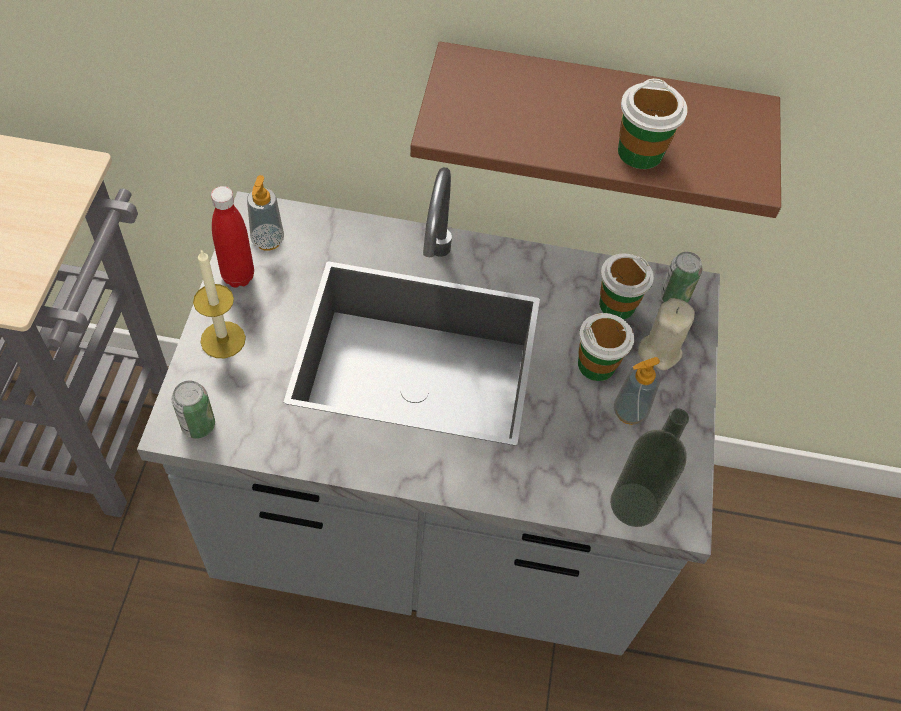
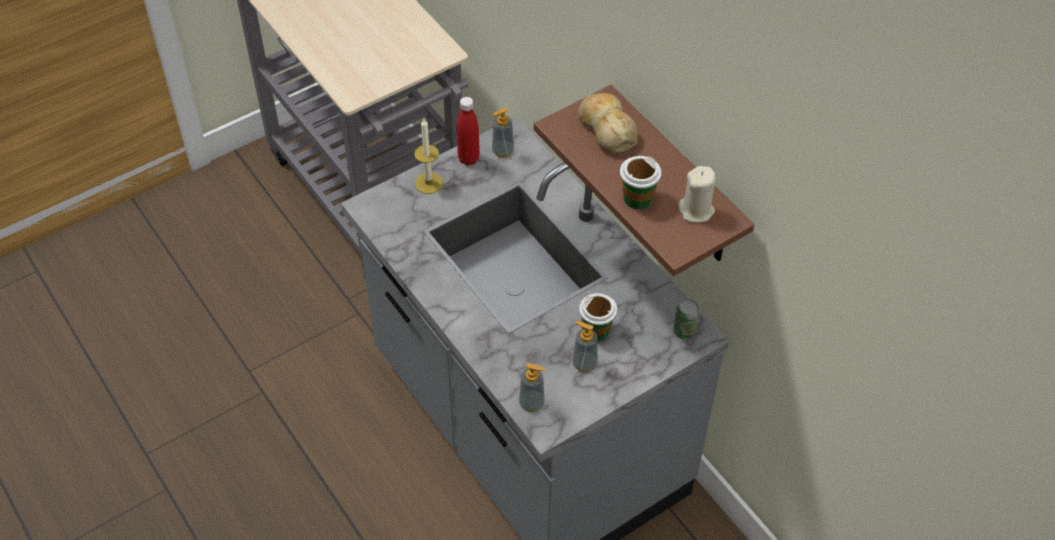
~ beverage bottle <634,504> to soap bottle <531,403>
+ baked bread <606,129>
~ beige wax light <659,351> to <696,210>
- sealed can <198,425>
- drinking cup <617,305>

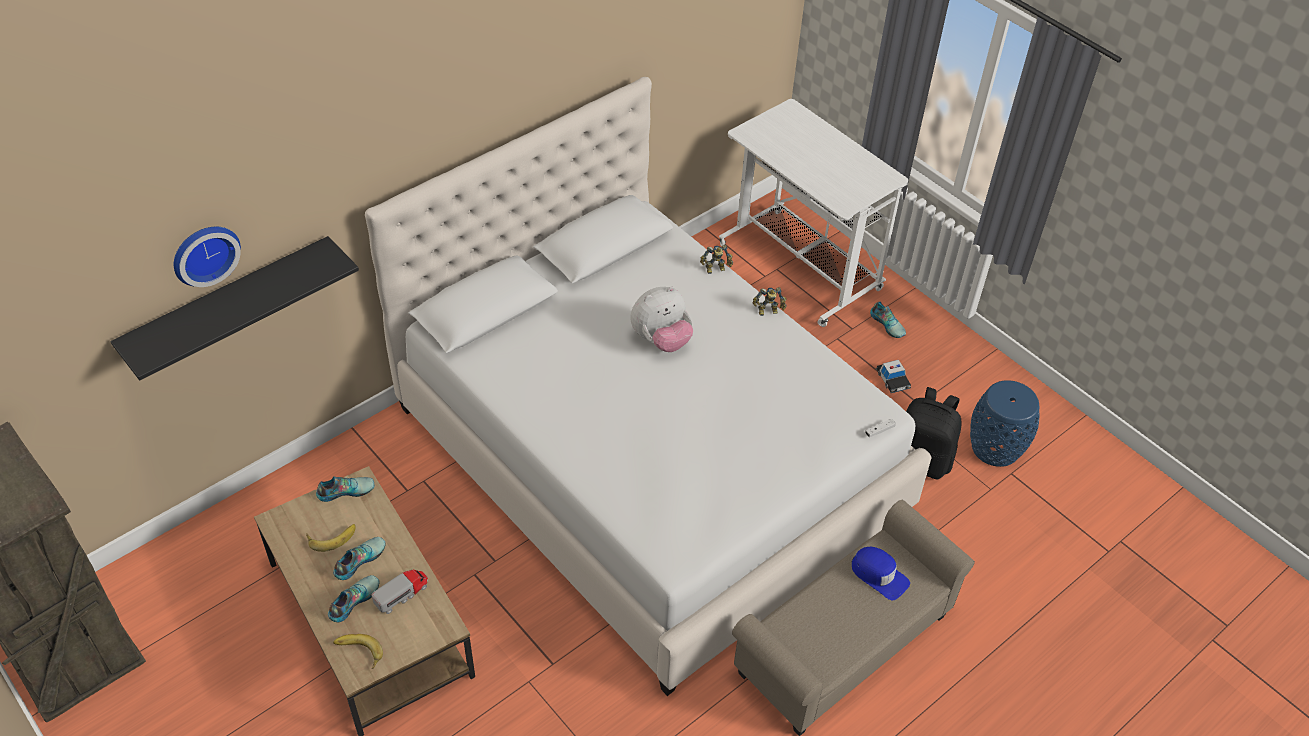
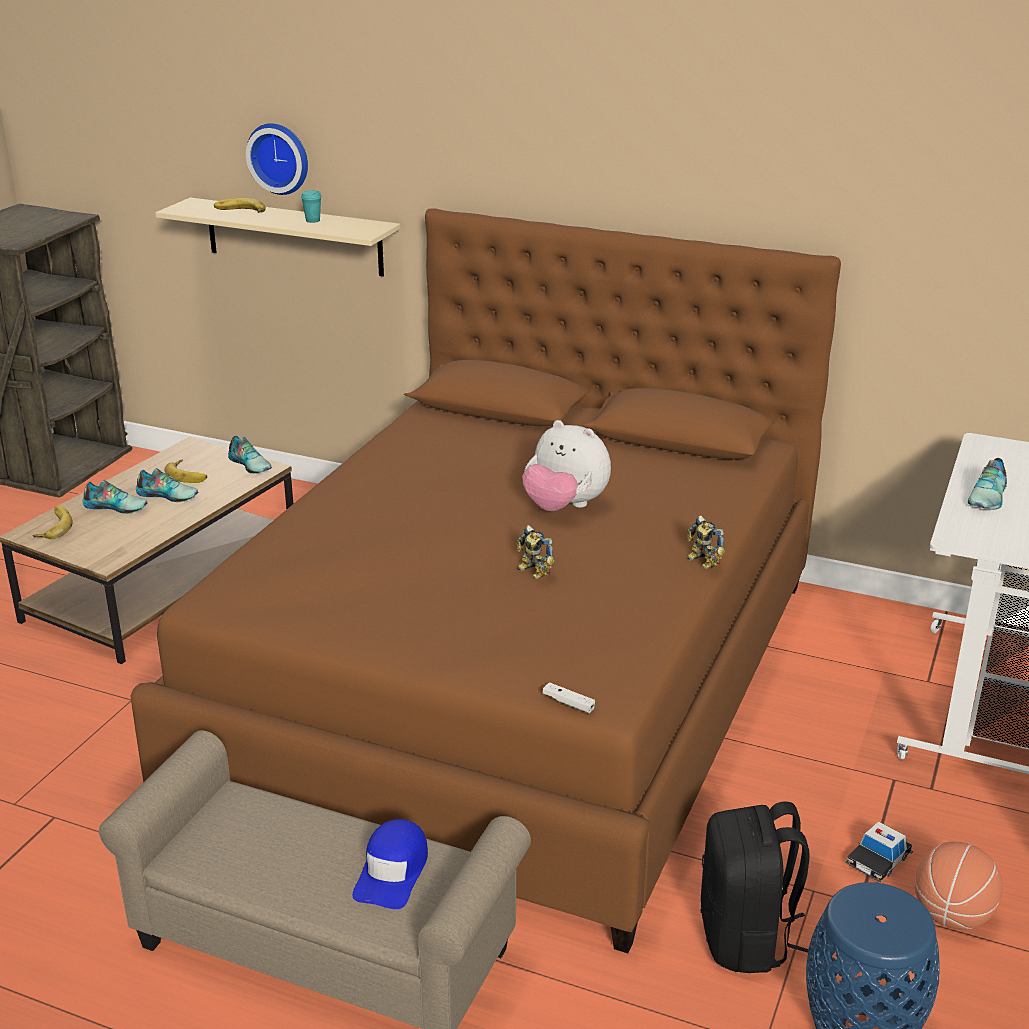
~ white-coloured bedroom bed <649,458> to brown bedroom bed <515,684>
~ black shelf <229,305> to beige shelf <294,237>
+ whole banana <240,212>
+ turquoise drinking cup <313,220>
~ toy robot <716,269> to <532,572>
+ ball for basketball <951,916>
~ shoe <888,324> to <989,497>
- toy truck <402,594>

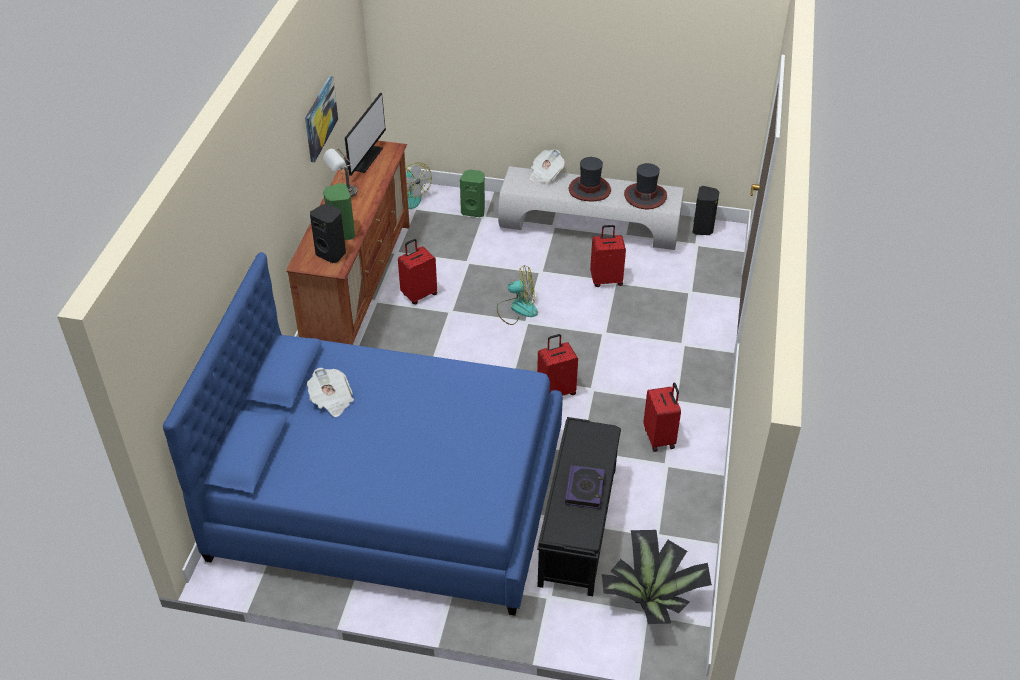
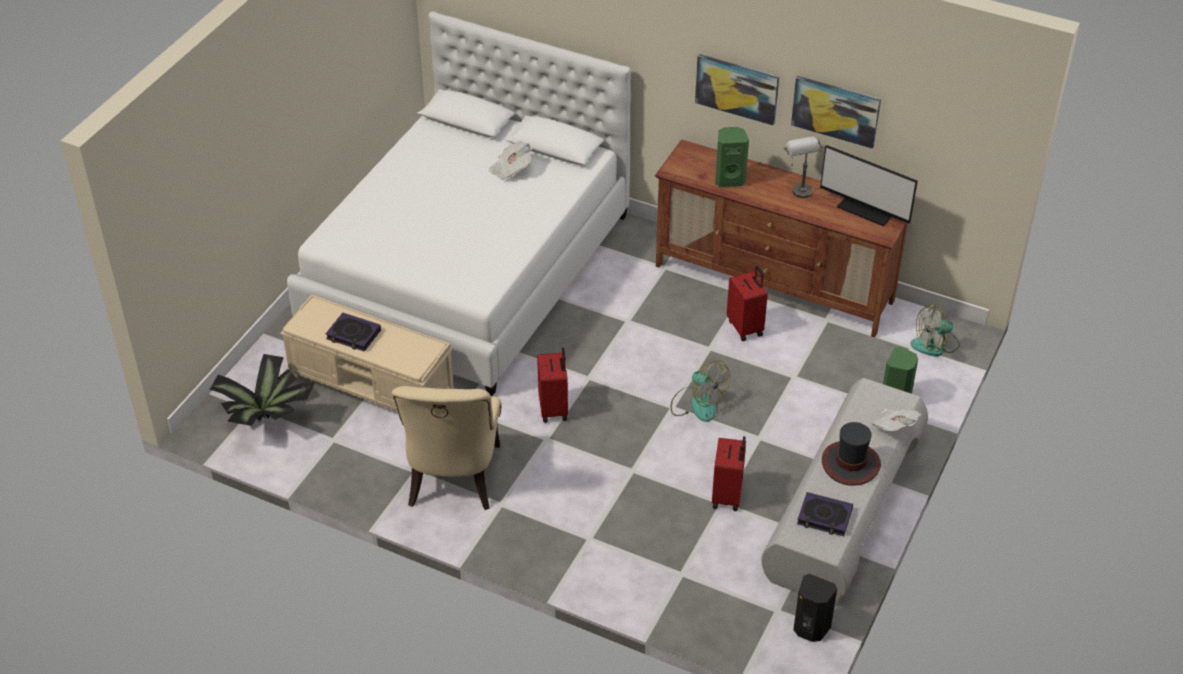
~ black bench <578,524> to beige bench <373,386>
~ blue bedroom bed <389,494> to white-coloured bedroom bed <467,269>
~ red travel case <660,438> to beige easy chair <453,476>
~ electric fan <517,309> = <697,404> 60 degrees counterclockwise
+ picture <737,88>
~ clothing hat <645,196> to bound book <824,517>
- black audio speaker <332,253>

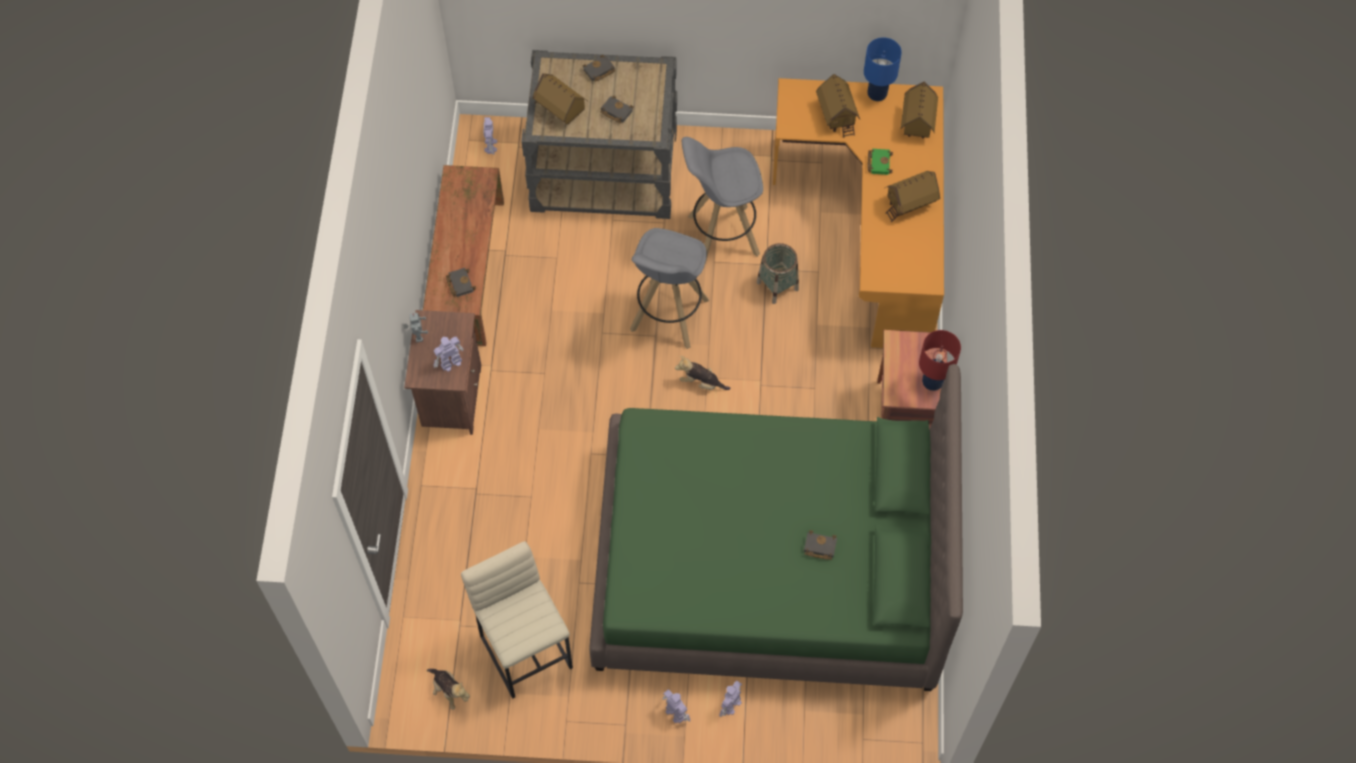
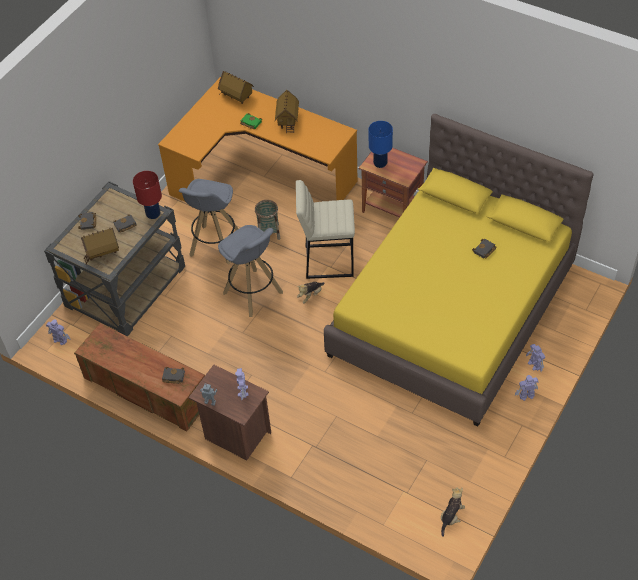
~ red lamp for a table <932,382> to <153,214>
~ beige sitting stool <525,649> to <327,261>
~ green bedroom bed <768,565> to yellow-coloured bedroom bed <452,310>
~ blue lamp for a table <877,95> to <380,164>
~ soft toy <449,691> = <451,516> 45 degrees counterclockwise
- toy house <837,116>

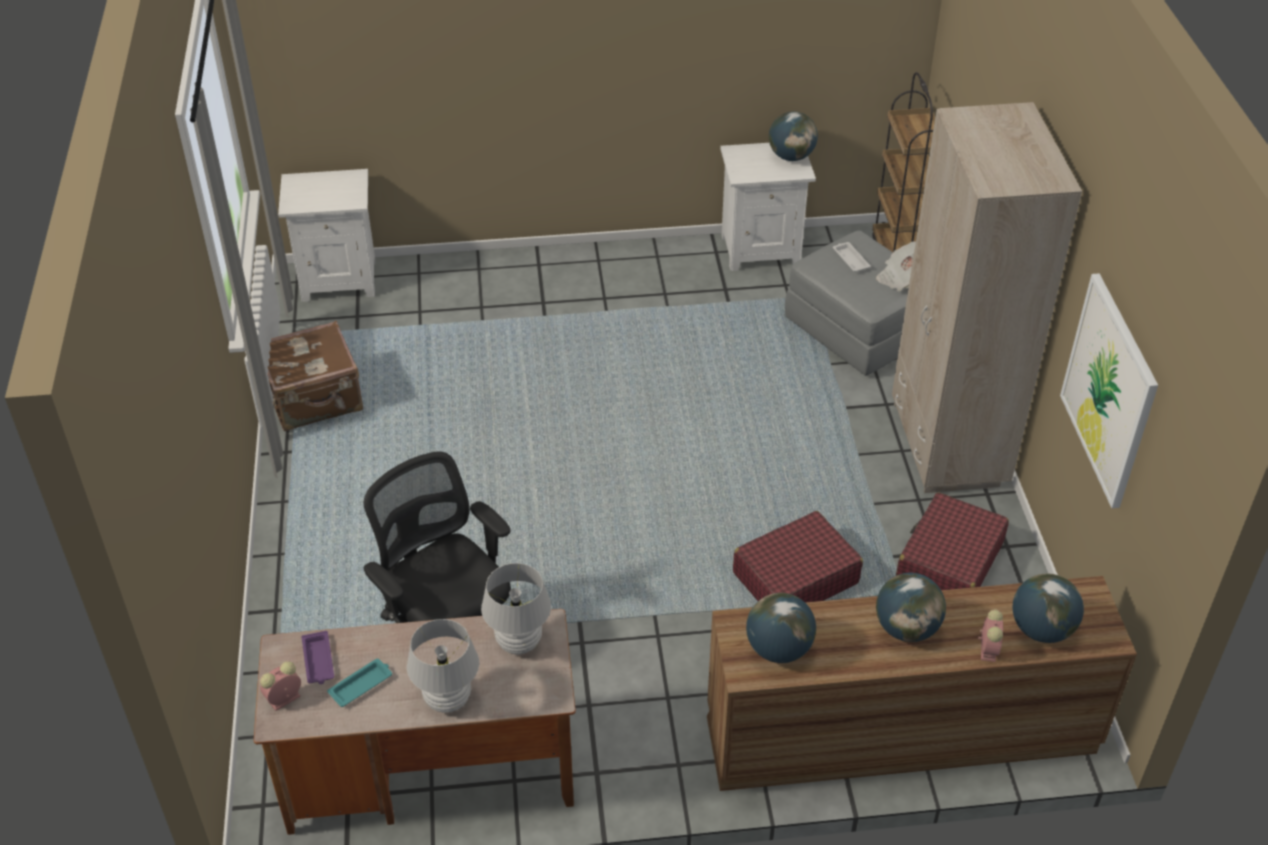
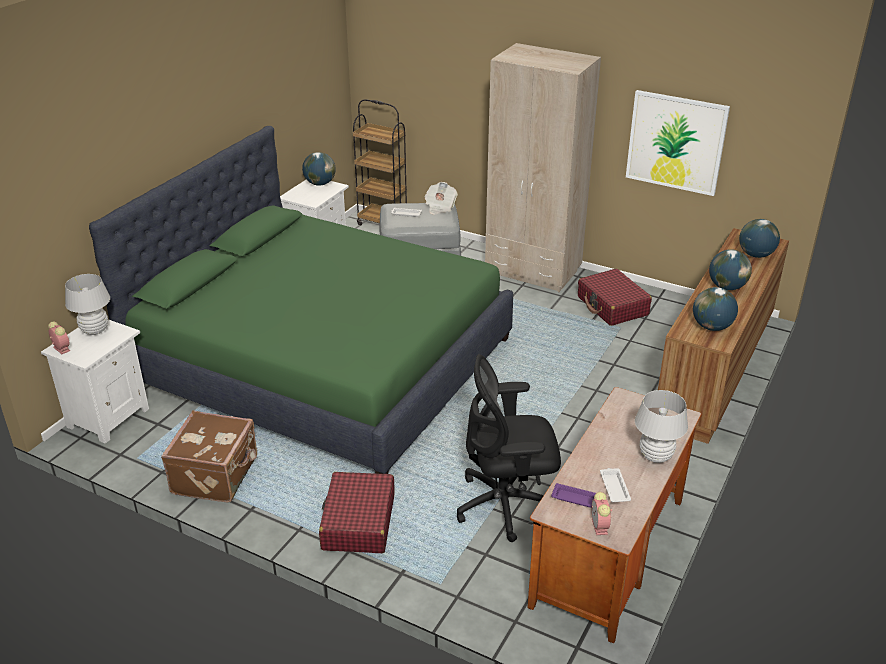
~ alarm clock <988,648> to <61,348>
~ white-coloured lamp for a table <519,643> to <95,330>
+ green bedroom bed <323,361>
~ red travel case <795,578> to <358,522>
~ turquoise carrying tray <361,685> to white-coloured carrying tray <614,487>

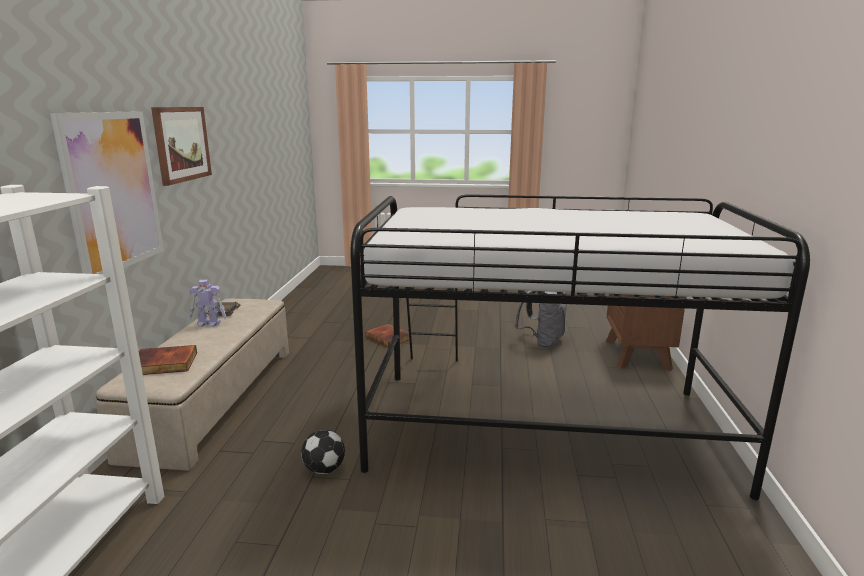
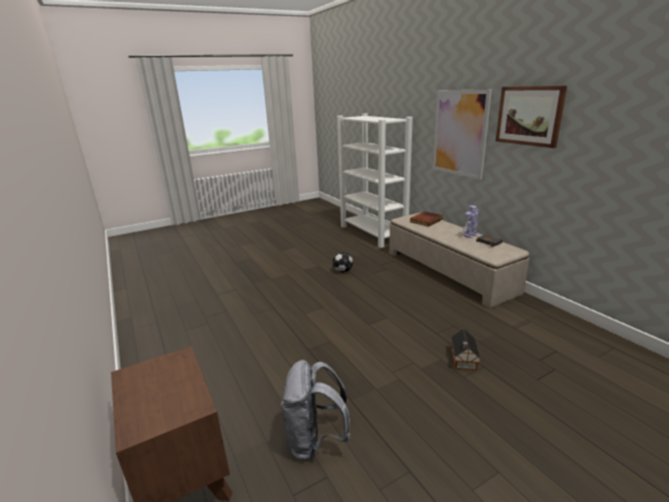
~ bound book <389,338> to toy house <463,360>
- black bedroom bed <539,425>

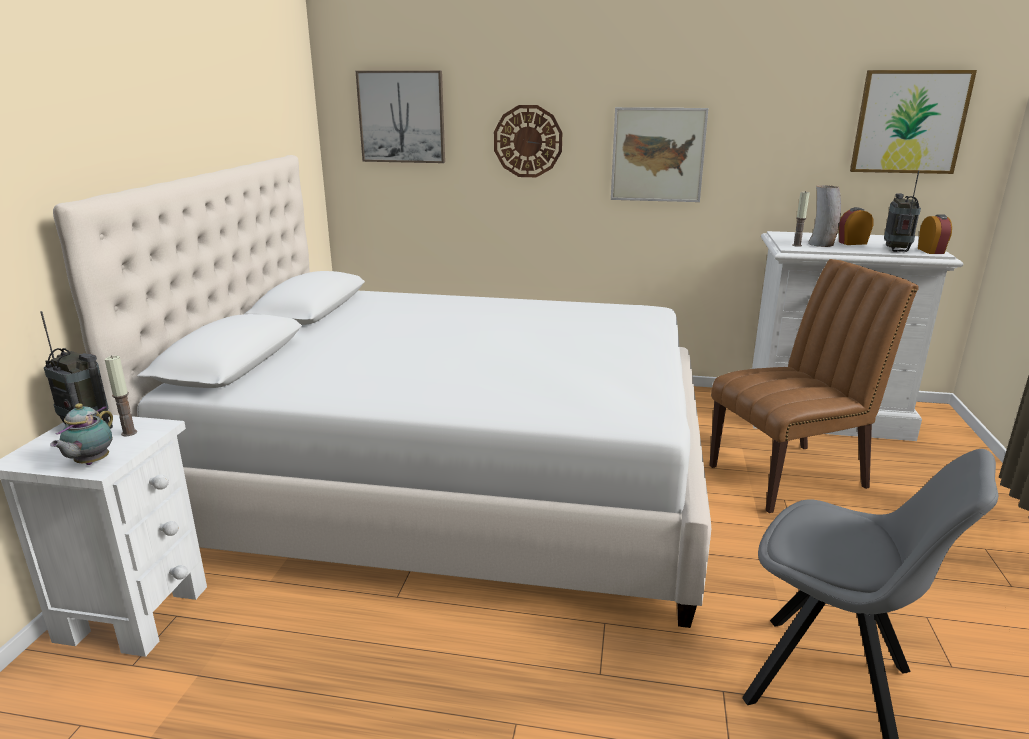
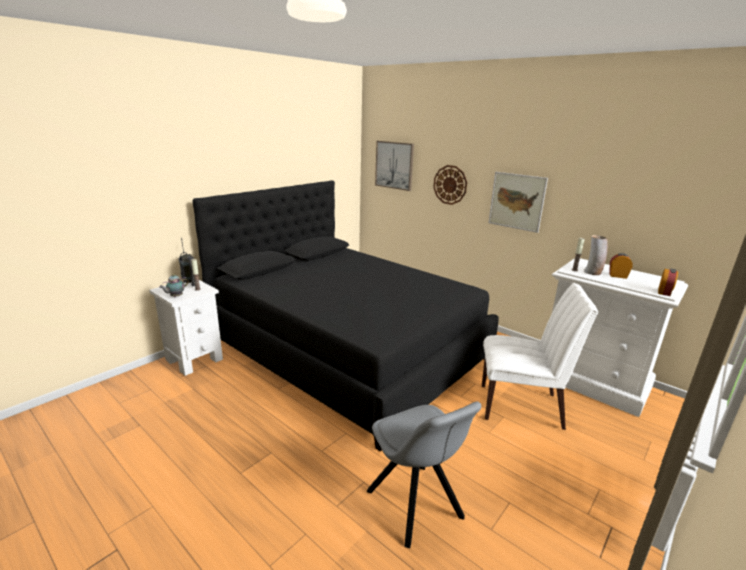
~ white-coloured bedroom bed <452,481> to black bedroom bed <348,350>
~ brown plain chair <787,477> to white-coloured plain chair <519,406>
- picture <909,122>
- radio receiver <896,250>

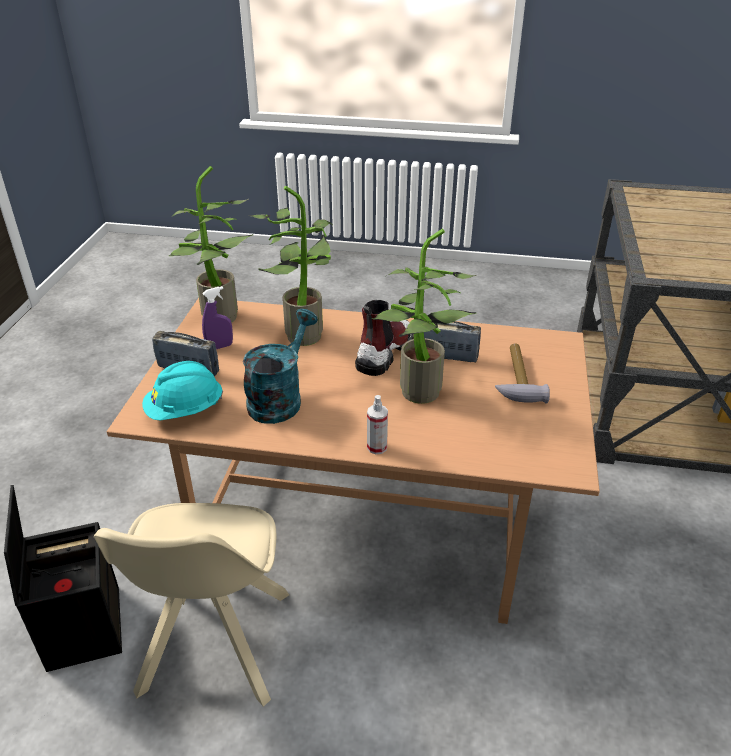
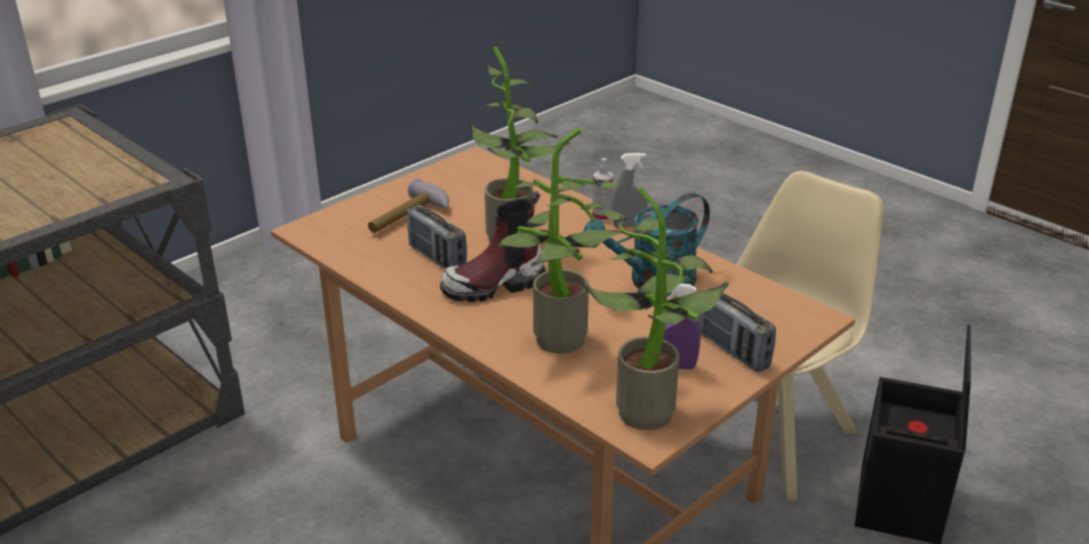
+ gray spray bottle <629,226>
- turquoise safety helmet <185,410>

